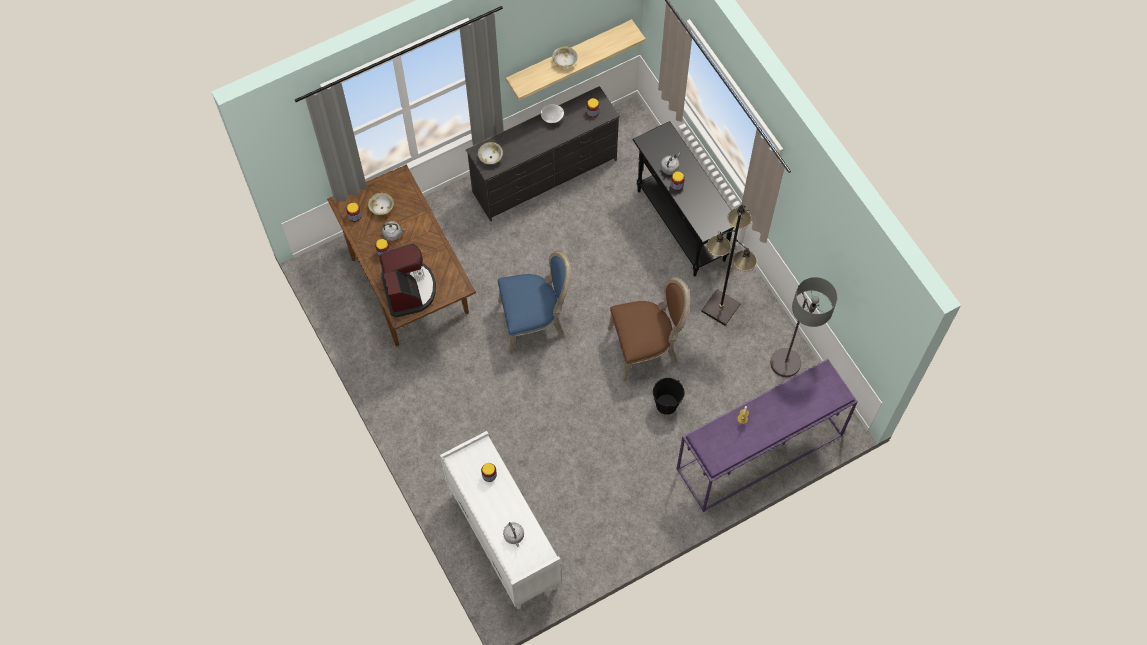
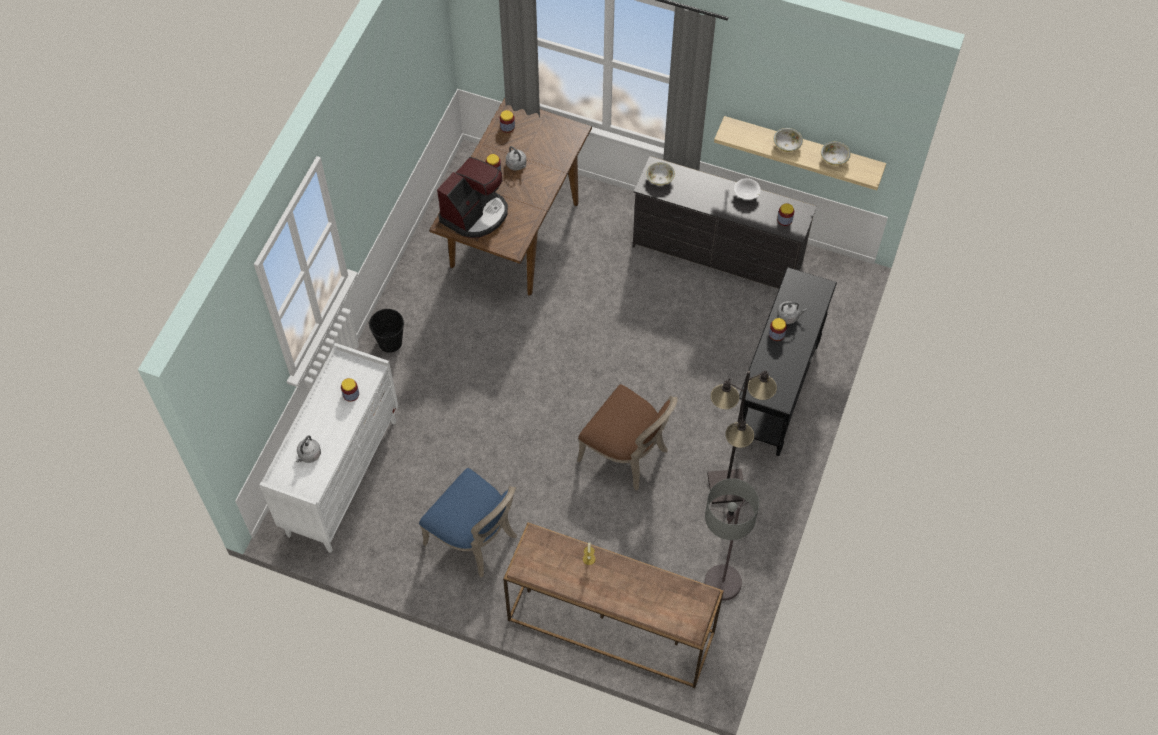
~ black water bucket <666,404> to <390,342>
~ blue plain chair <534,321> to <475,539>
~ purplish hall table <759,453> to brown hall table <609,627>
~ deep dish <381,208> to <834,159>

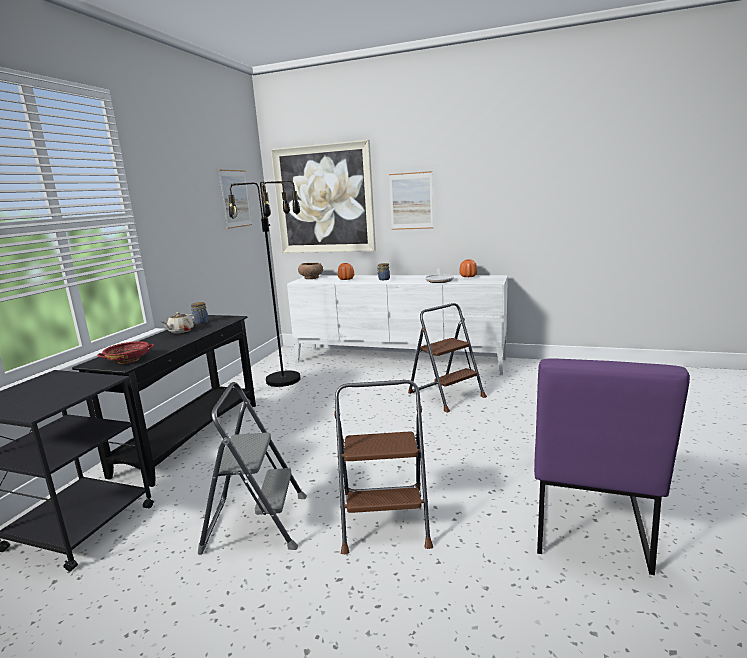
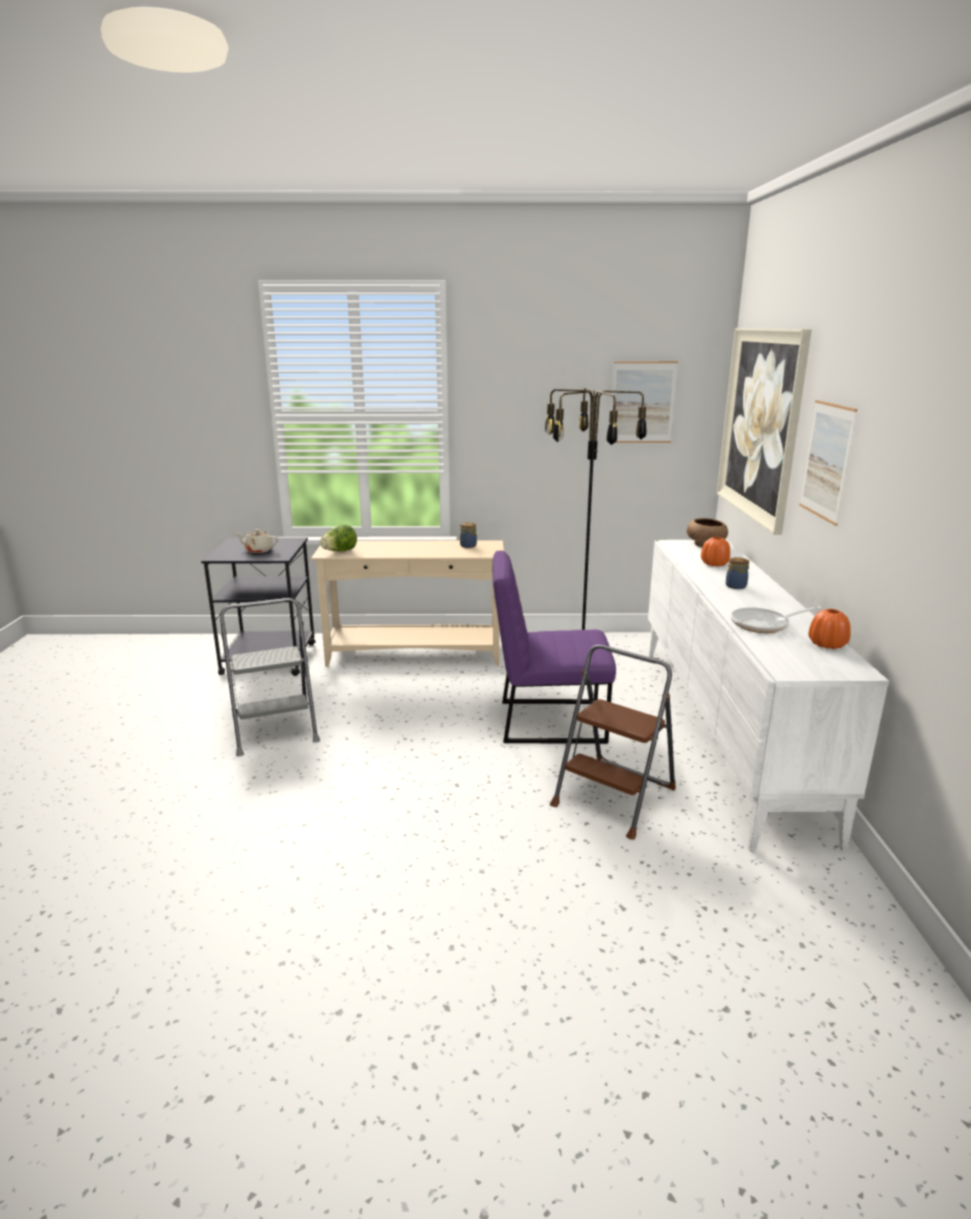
~ beige pot for tea <180,331> to <258,550>
~ black hall table <190,437> to beige hall table <415,654>
~ red deep dish <129,360> to lettuce head <339,551>
~ purplish plain chair <588,525> to <548,721>
- brown stepladder <385,515>

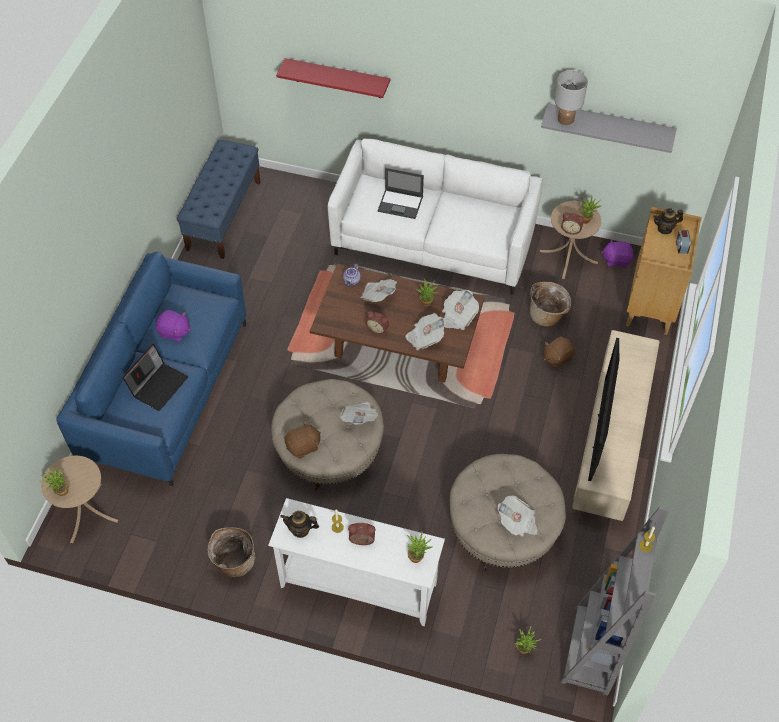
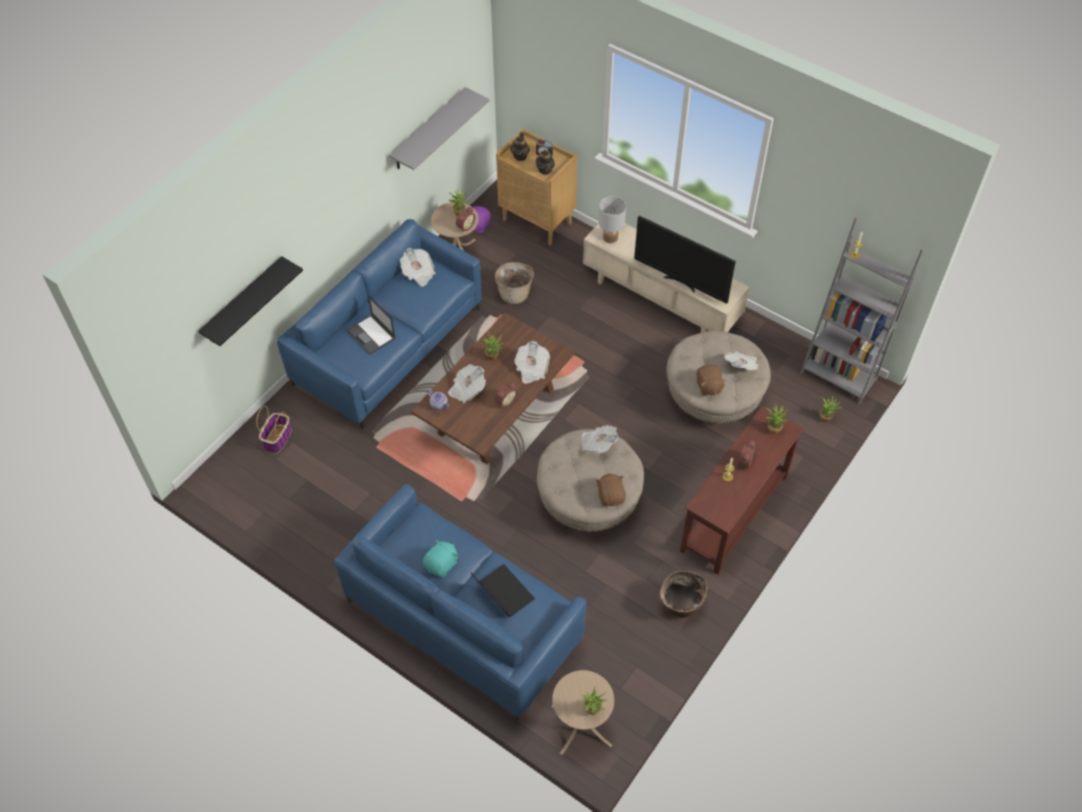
~ red shelf <337,78> to black shelf <243,302>
+ basket <277,438>
~ white-coloured settee <433,242> to blue settee <389,347>
~ laptop <401,204> = <372,335> 105 degrees clockwise
~ daily paper <458,316> to <418,273>
~ purplish soft toy <174,332> to turquoise soft toy <441,564>
~ pot for tea <300,530> to <545,170>
~ gray lamp for a table <566,119> to <610,237>
~ white-coloured hall table <358,585> to brown hall table <734,515>
~ brown soft toy <557,357> to <708,386>
- blue bench <224,215>

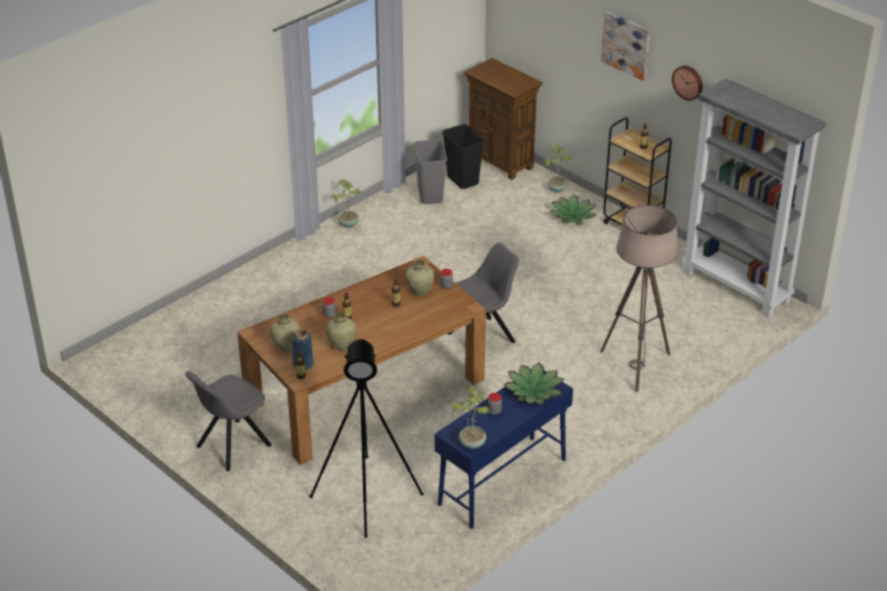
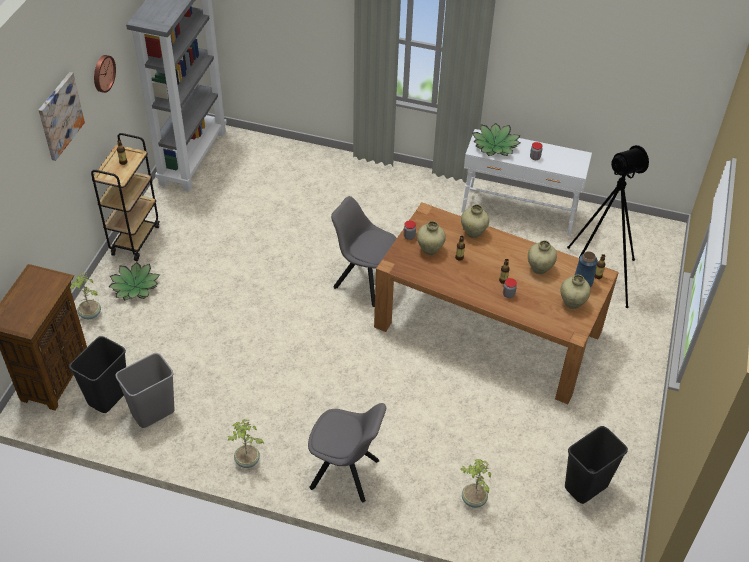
~ gray plain chair <232,446> to <345,474>
~ plant in a pot <472,443> to <473,500>
~ blue hall table <501,481> to white-coloured hall table <518,212>
+ beige flower vase <473,233>
+ black trash can <586,487>
- standing lamp <635,365>

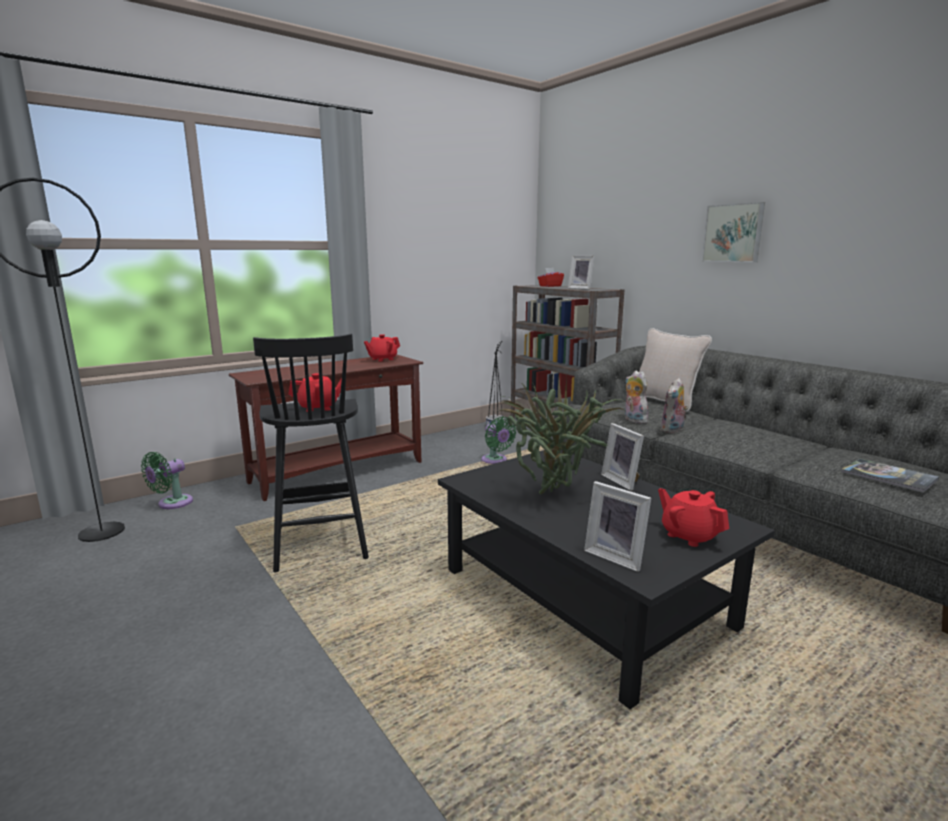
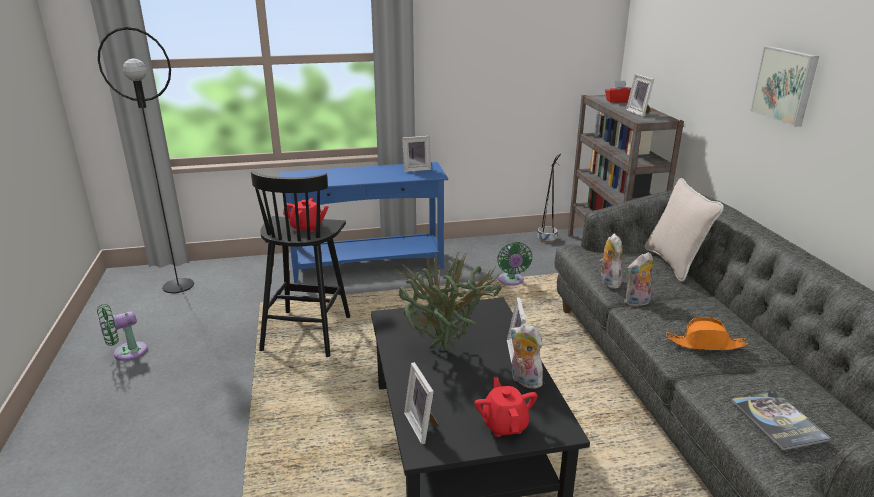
~ green electric fan <172,503> to <126,352>
~ brown hall table <338,471> to blue hall table <368,264>
~ red pot for tea <382,359> to picture frame <416,169>
+ soft toy <524,380>
+ orange clothing hat <705,344>

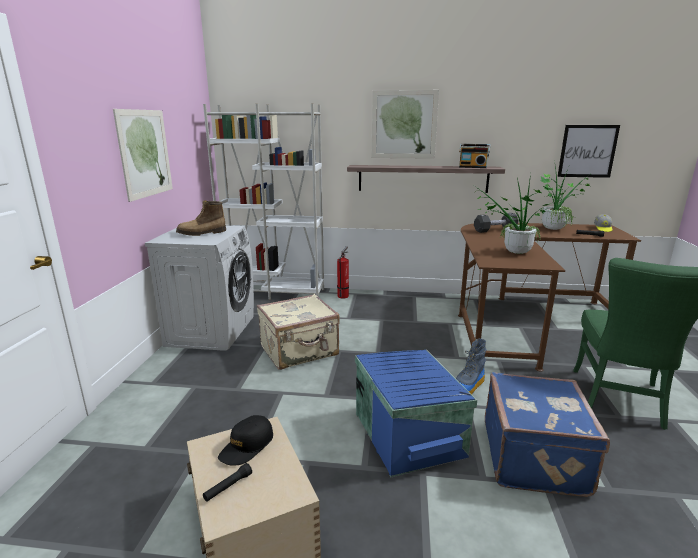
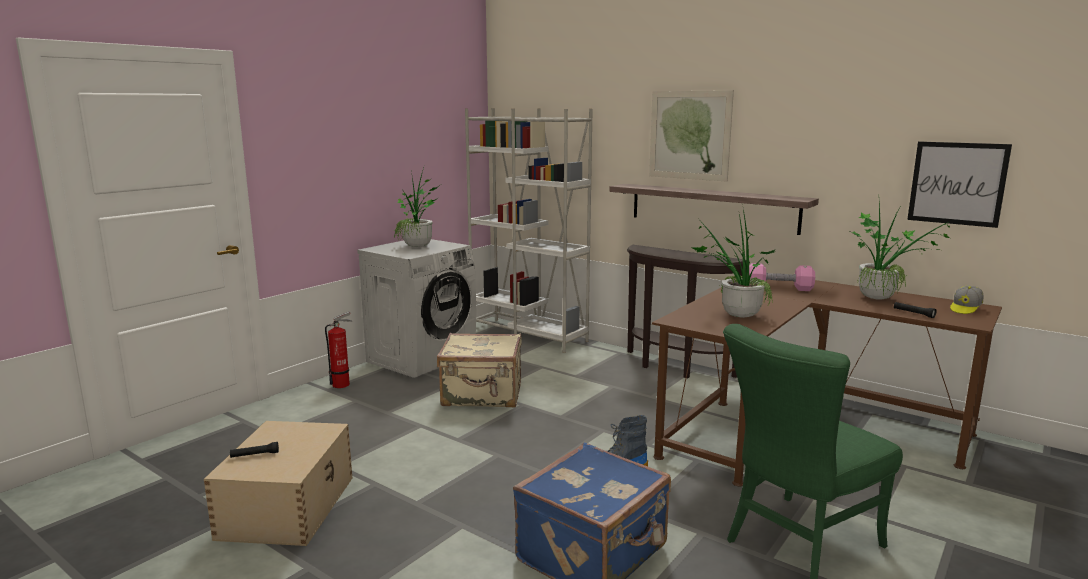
~ fire-fighting cylinder <343,295> to <343,384>
~ high-top boot <202,233> to plant in a pot <418,247>
+ brown hall table <673,367>
~ black free weight <495,230> to pinkish free weight <779,288>
- picture <145,153>
- black cap <247,446>
- blue storage box <409,433>
- radio receiver <473,167>

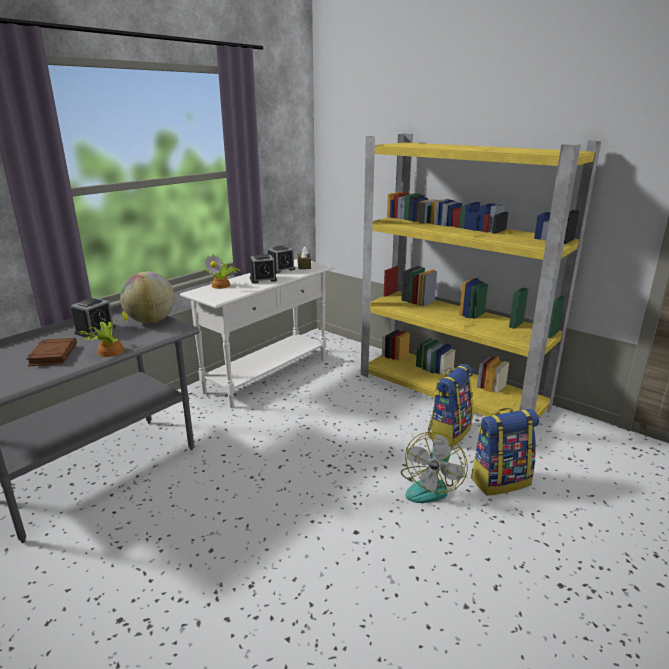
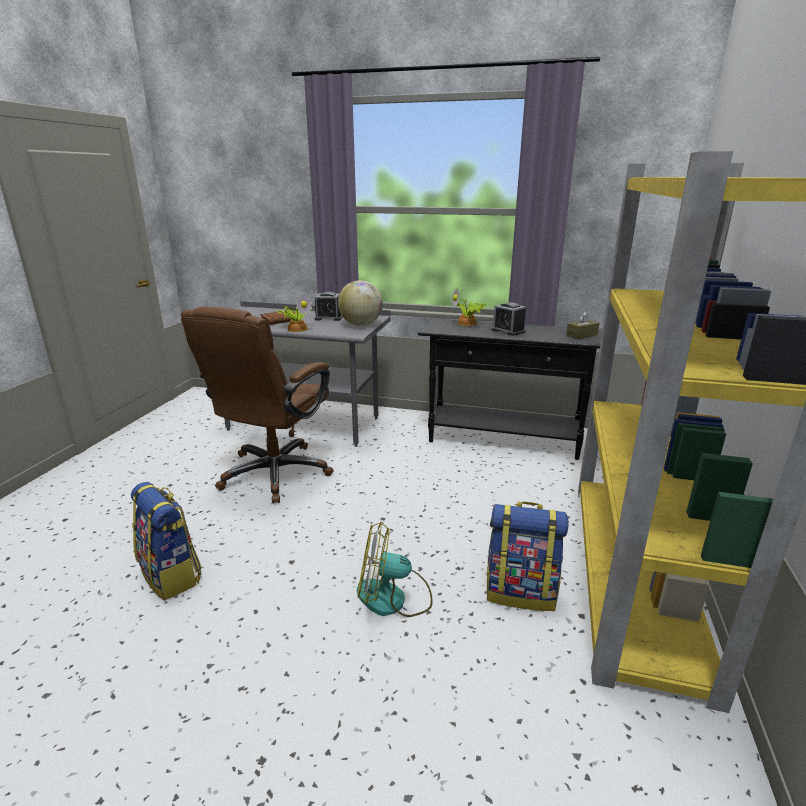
~ knapsack <500,480> to <172,575>
+ brown desk chair <275,473>
~ white-coloured hall table <268,375> to black hall table <504,440>
- alarm clock <281,269>

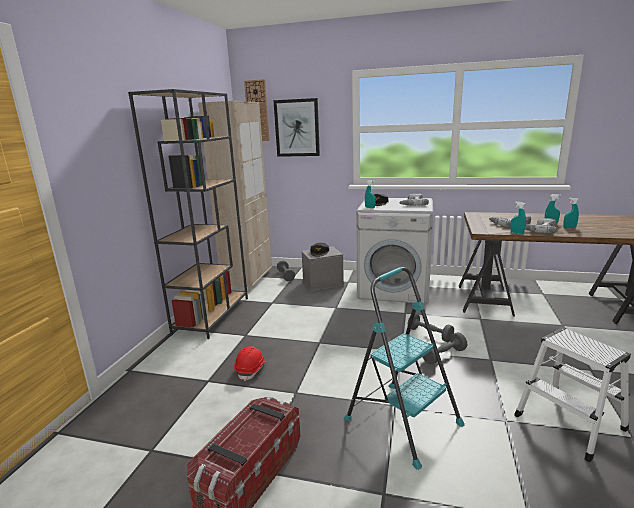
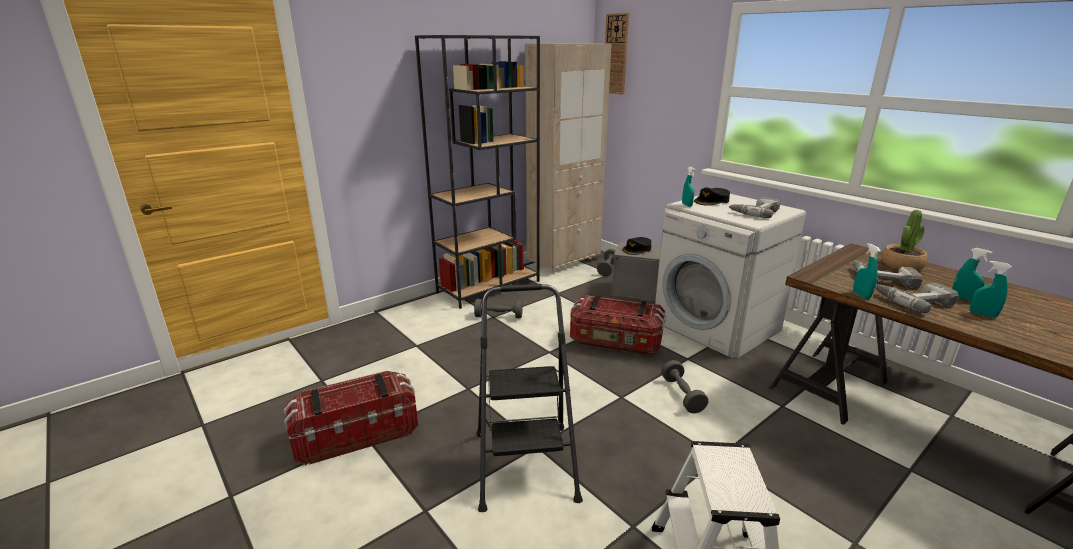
~ gray free weight <444,356> to <498,316>
~ turquoise stepladder <400,419> to black stepladder <525,461>
+ storage box <615,342>
+ plant in a pot <901,265>
- red safety helmet <251,369>
- picture <297,128>

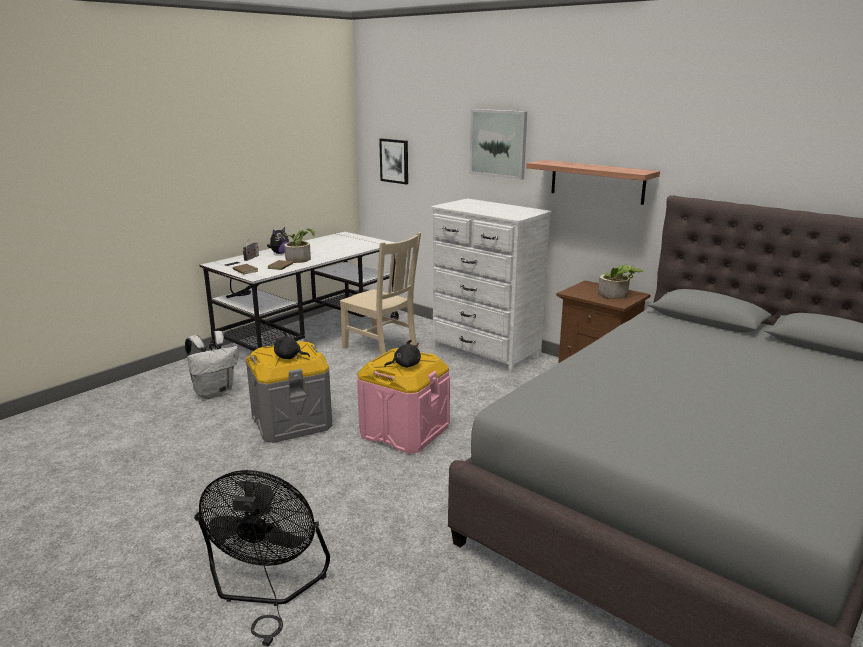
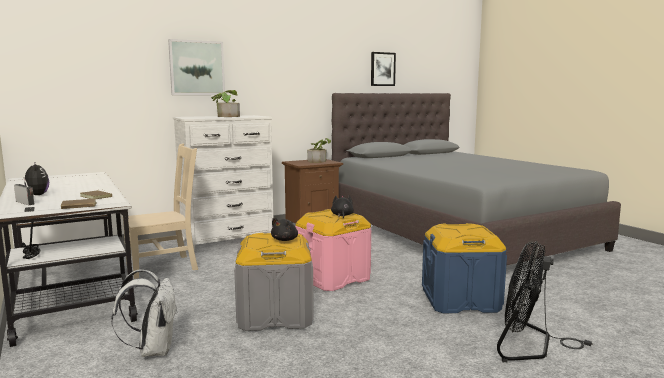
~ plant in a pot <300,258> to <226,116>
~ picture <394,161> to <382,69>
+ blue storage box <460,300>
- shelf <597,182>

